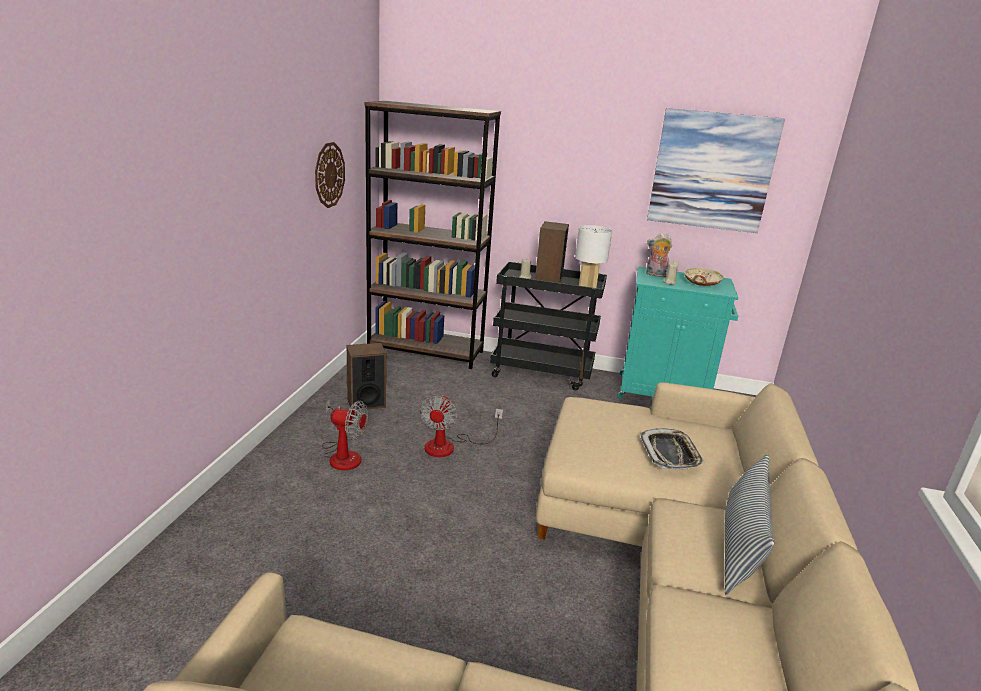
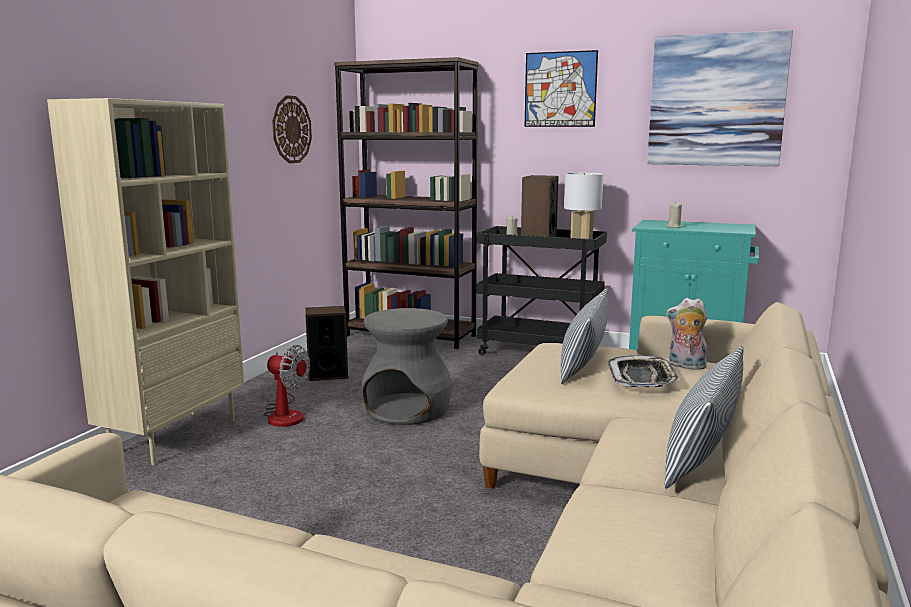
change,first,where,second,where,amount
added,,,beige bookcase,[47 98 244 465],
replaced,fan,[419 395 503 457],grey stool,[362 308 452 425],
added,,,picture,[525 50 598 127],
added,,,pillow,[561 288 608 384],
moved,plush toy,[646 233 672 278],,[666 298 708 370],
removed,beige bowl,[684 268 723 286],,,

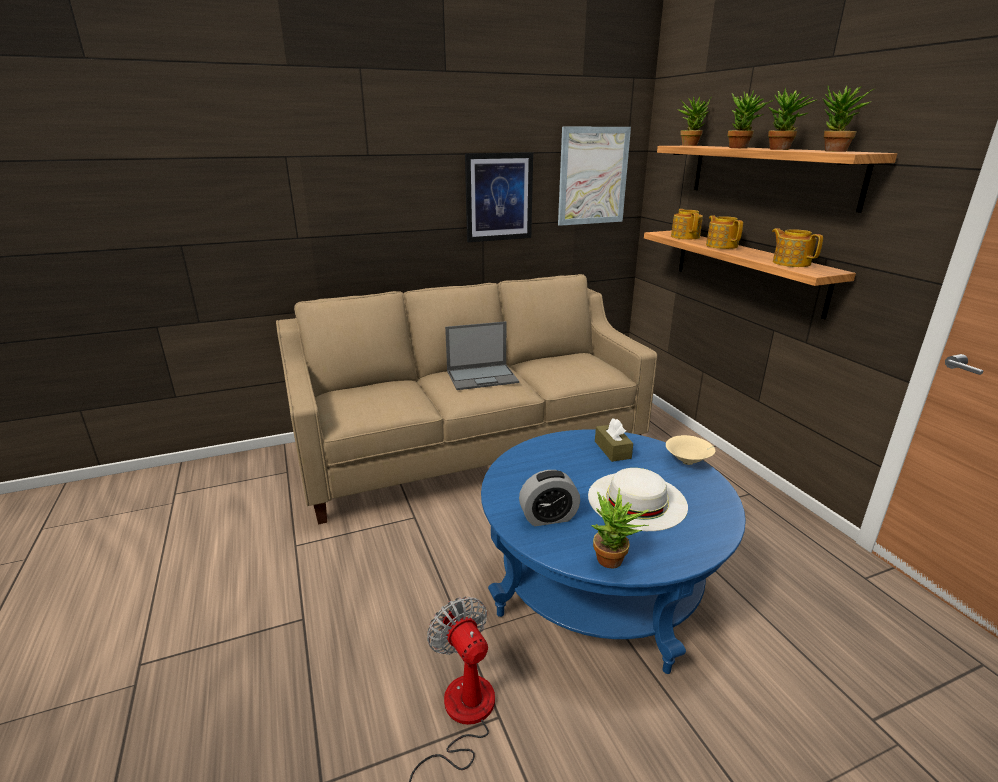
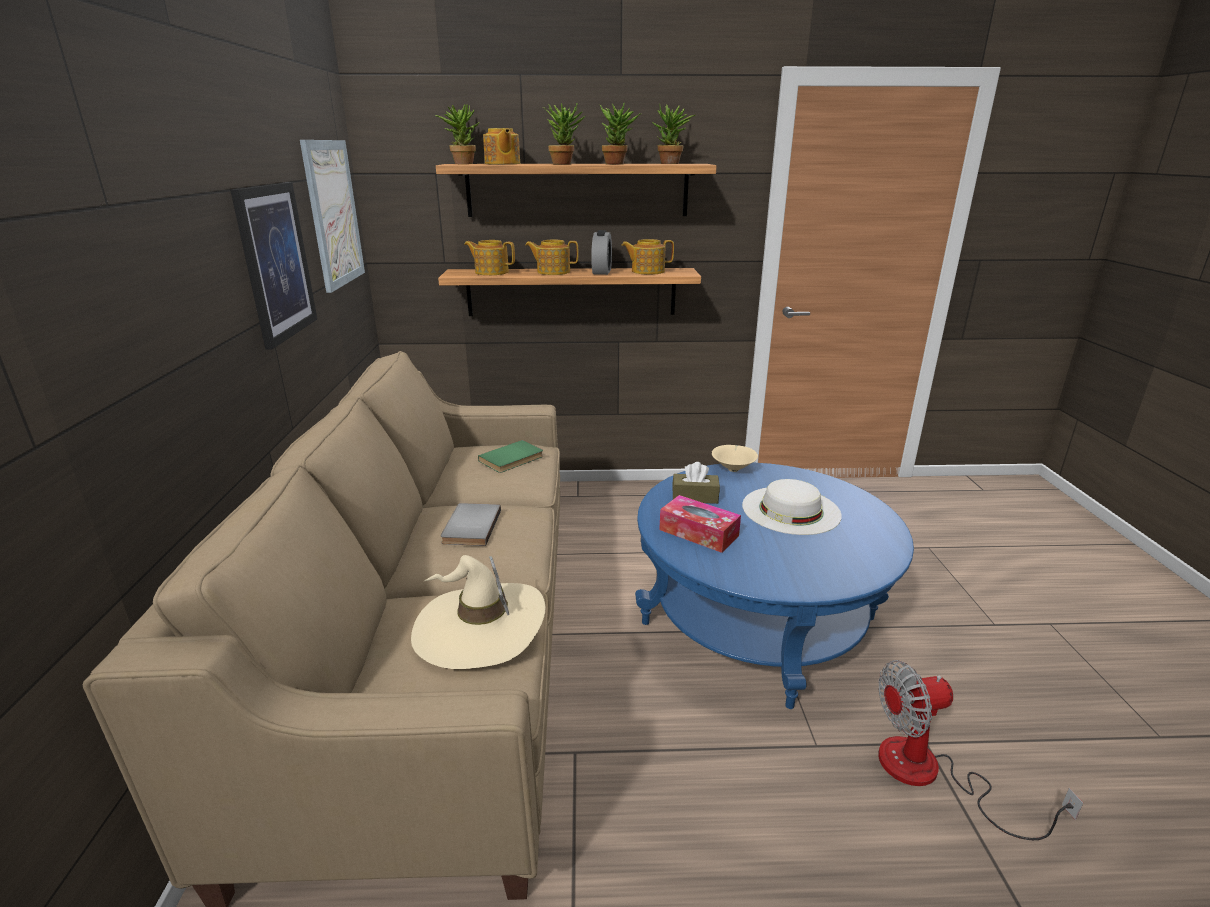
change,first,where,second,where,amount
added,,,beige hat,[411 555 546 669],
replaced,laptop,[445 321 519 390],grey book,[441 503 501 546],
added,,,green book,[478 440 543 473],
added,,,teapot,[483 128 520 164],
moved,alarm clock,[519 470 580 526],,[591 230 612 275],
added,,,tissue box,[659 495 741 553],
removed,potted plant,[591 488 650 569],,,

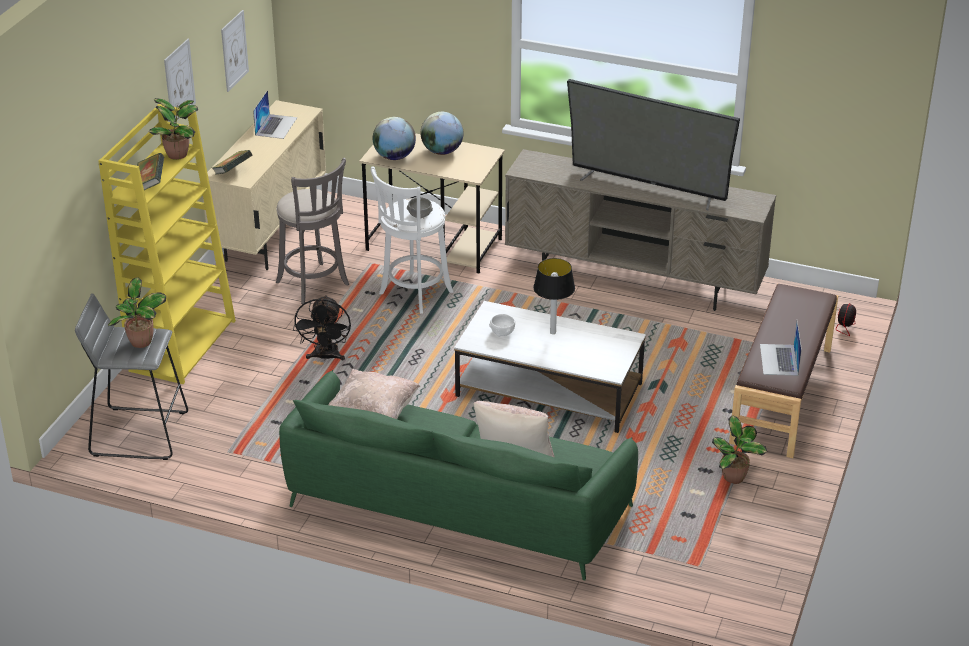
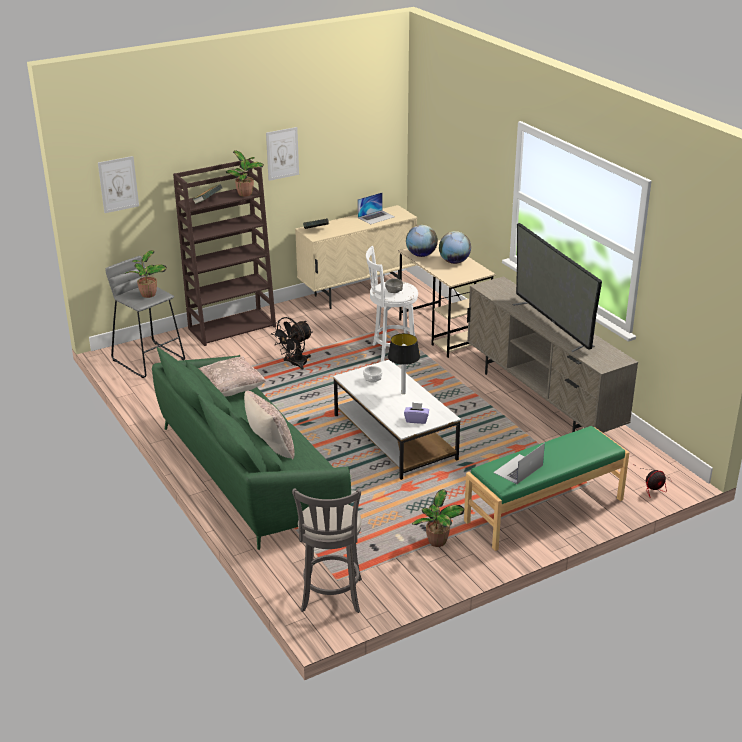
change,first,where,second,where,amount
moved,picture,[221 10 249 92],,[98 156 139 213],
recoloured,yellow bookcase,[98 104 236 384],brown bookcase,[173 159 276 346],
moved,grey stool,[276 158 349 304],,[292 488 362 613],
added,,,purple tissue box,[404 402 429 424],
recoloured,brown bench,[729 284 838 458],green bench,[464 426 630 551],

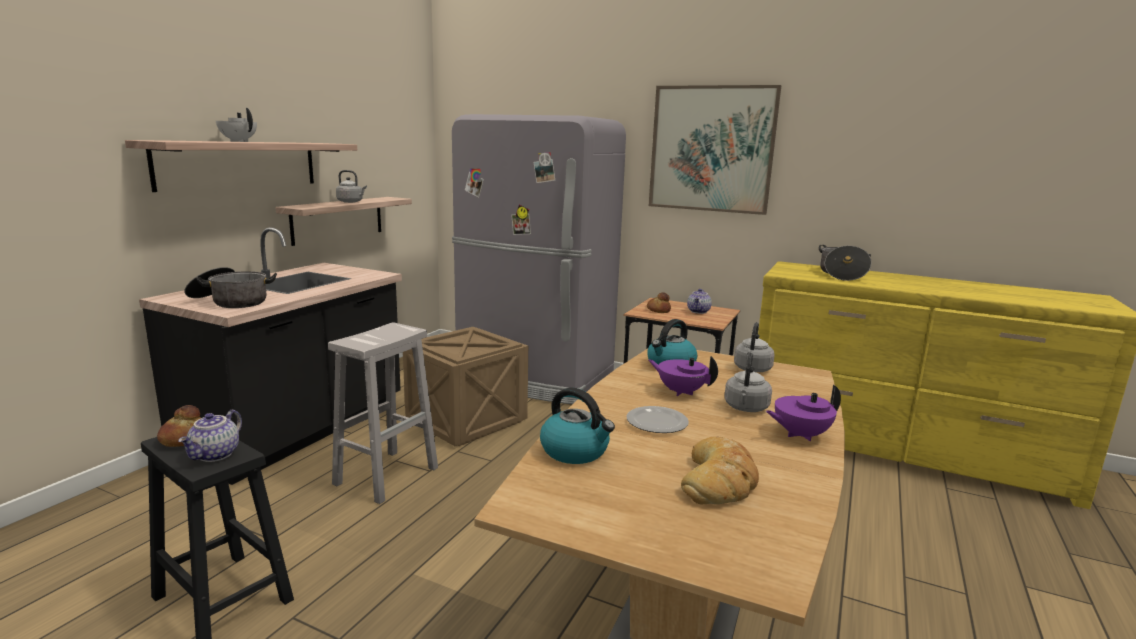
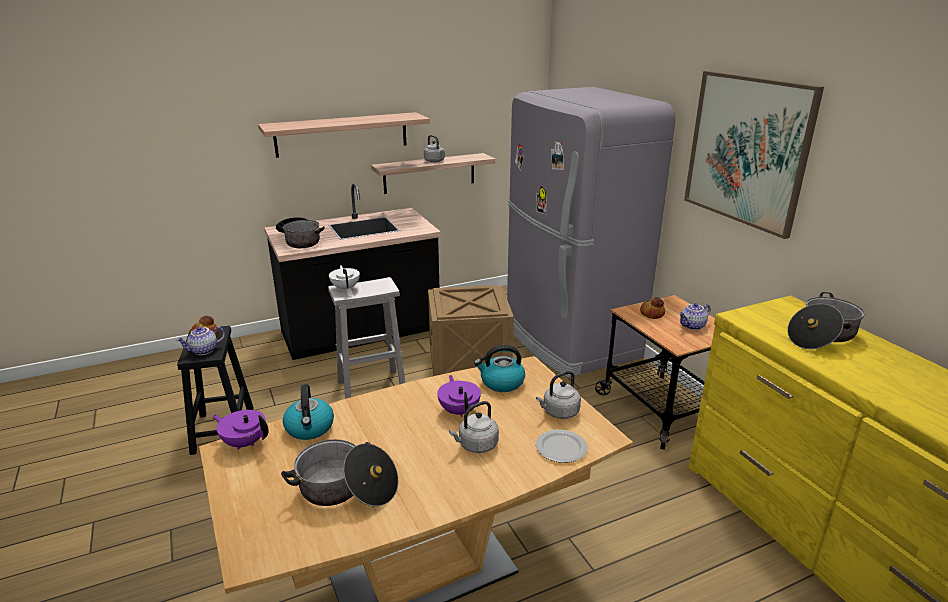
change,first,where,second,where,amount
moved,purple teapot,[766 385 841 441],,[212 410 269 450],
replaced,bread,[681 436 759 504],cooking pot,[281 439 398 507],
moved,white teapot,[216 108 257 142],,[329 265 360 291],
moved,plate,[626 406 689 433],,[536 429 588 463],

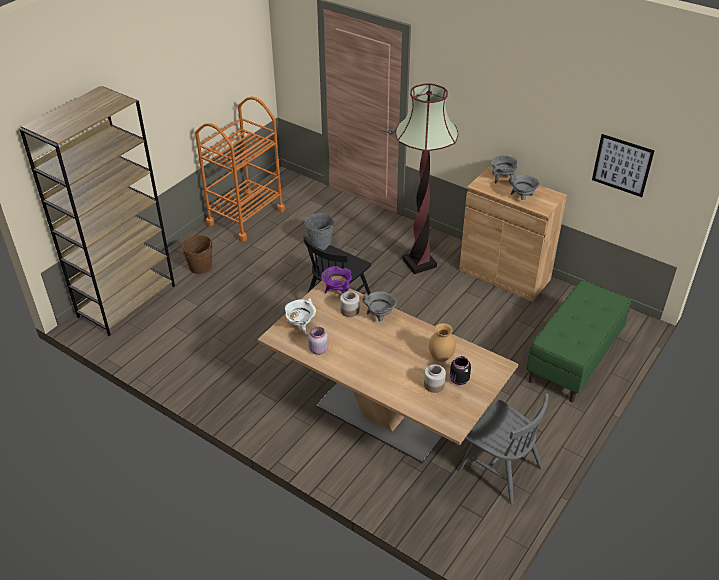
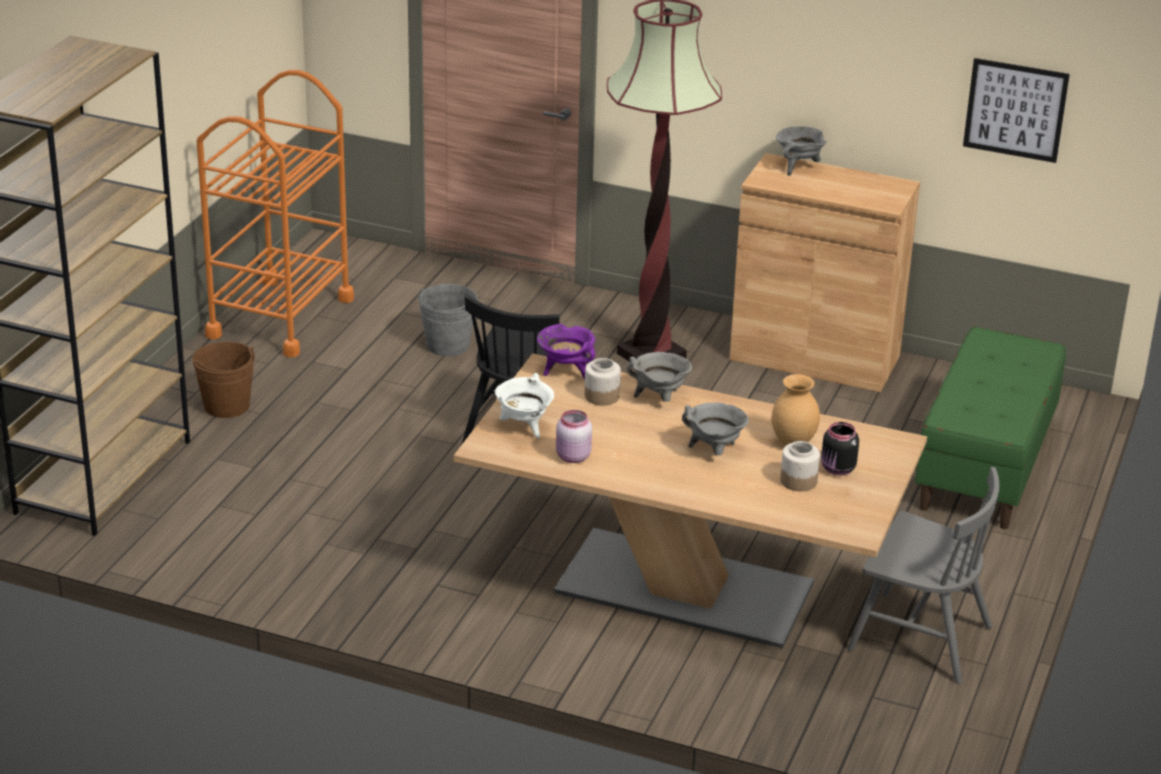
change,first,where,second,where,amount
moved,grey cooking pot,[509 175 540 200],,[682 403 749 455],

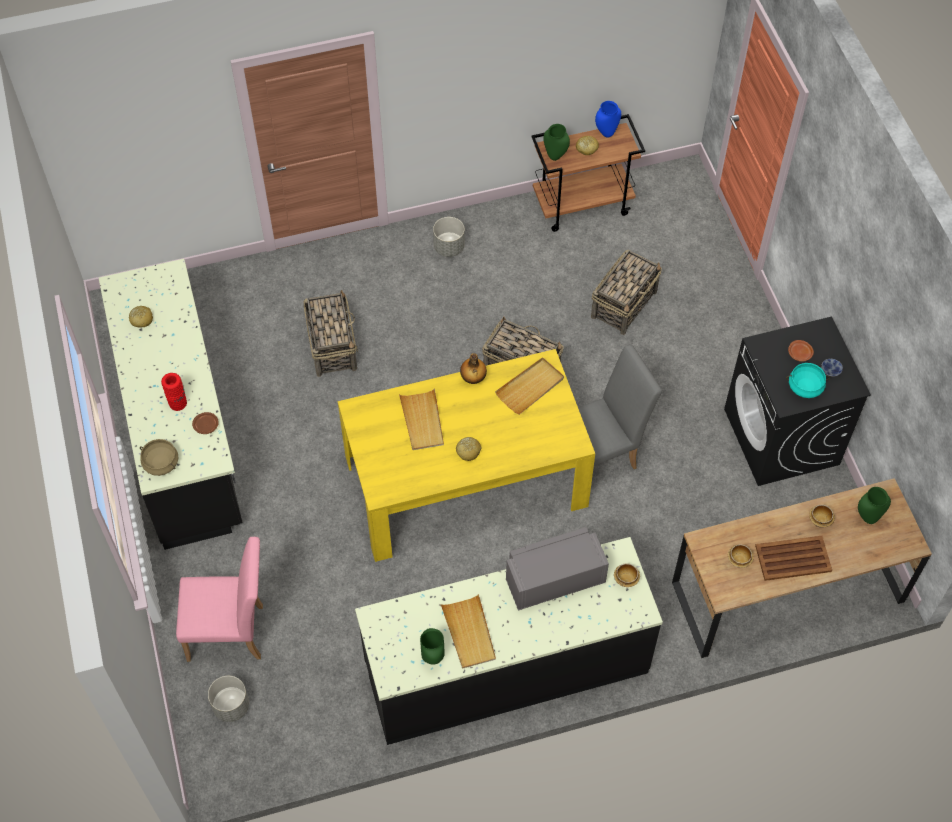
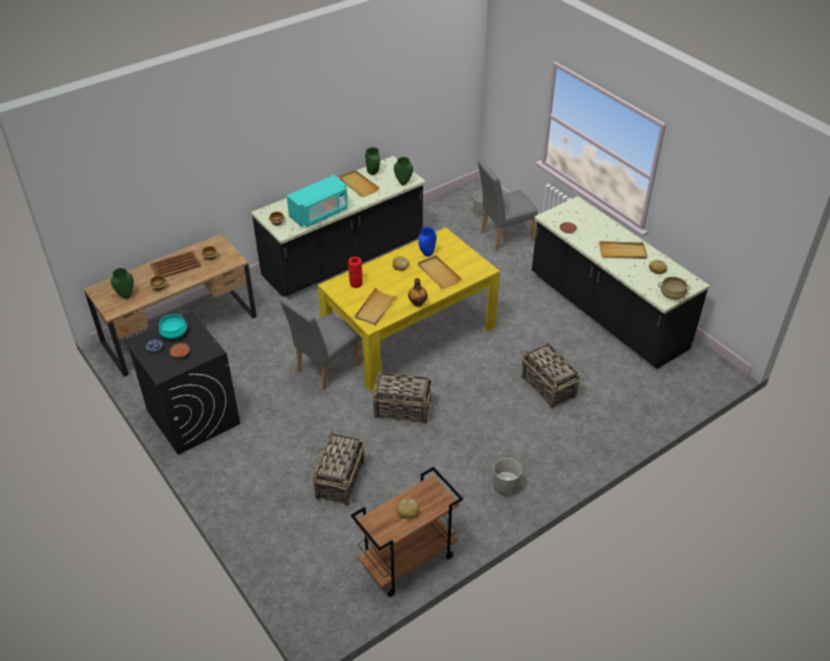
change,first,where,second,where,amount
recoloured,grey microwave,[506 527 609 610],turquoise microwave,[287 175 348 227],
moved,red vase,[161 373 187 411],,[348 257 363 288],
moved,green vase,[543 124 570 161],,[394 157 413 186],
moved,blue vase,[595 101 621 138],,[418 227 437 257],
recoloured,pink chair,[176 537 263 662],grey chair,[477 159 538 251],
added,,,beige tray,[599 241 647 259],
moved,beige cooking pot,[140 439 179 476],,[658 277 690 299],

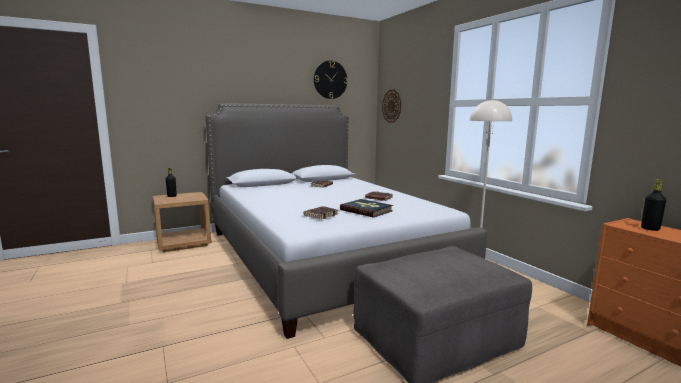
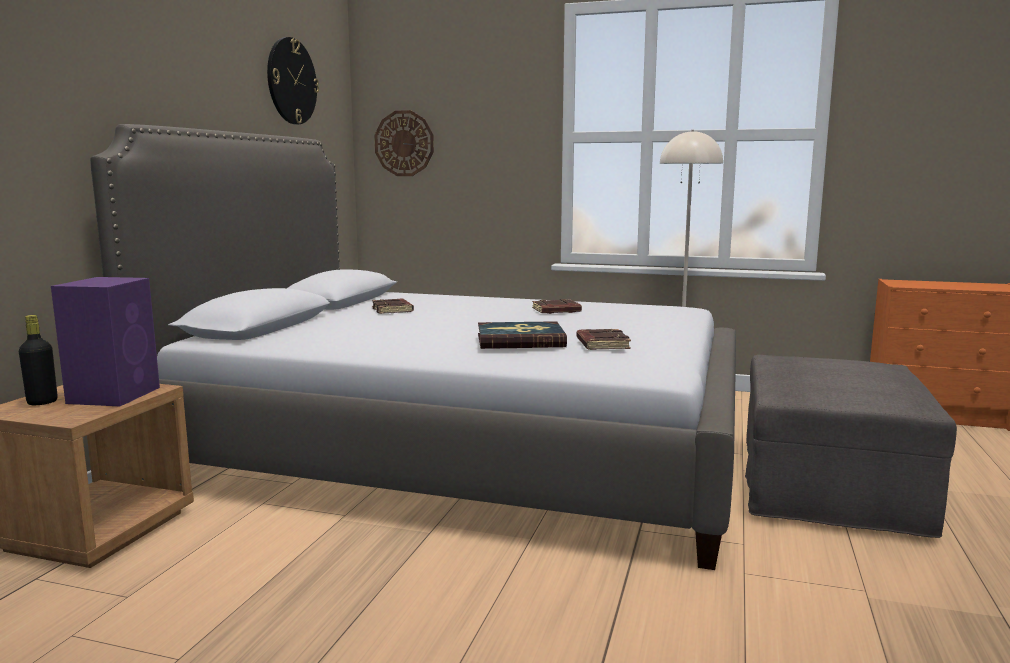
change,first,where,second,where,amount
added,,,purple speaker,[51 277 160 406],
moved,book,[340 199 393 218],,[478 321 567 349],
removed,black bottle,[641 179 666 231],,,

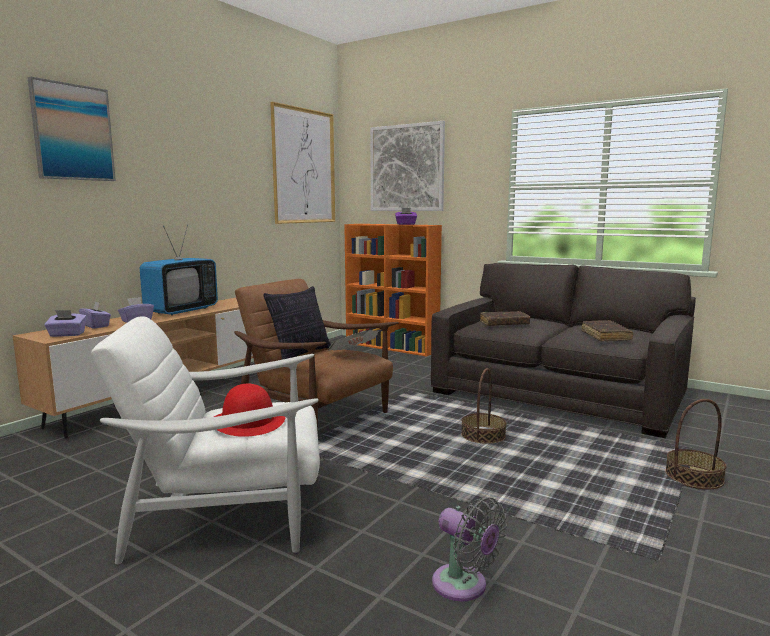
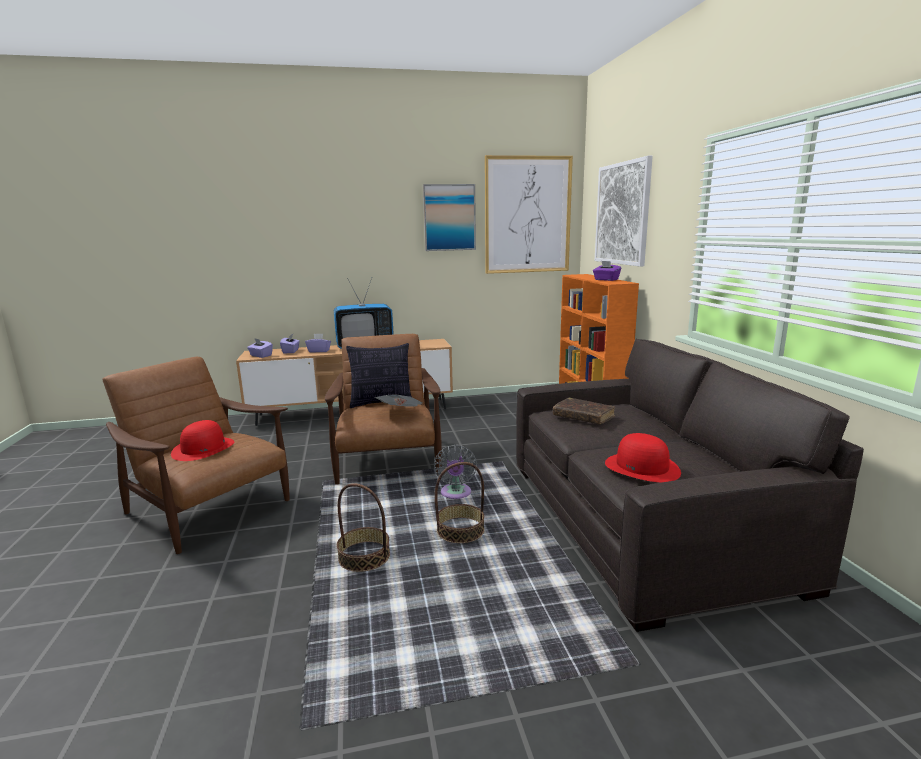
change,first,where,second,where,amount
recoloured,white armchair,[91 316 320 564],brown armchair,[102 357 290 554],
moved,basket,[665 399 727 490],,[337 483 390 572],
moved,picture,[27 76 116 181],,[423 184 476 251],
moved,grey fan,[432 497 507 601],,[434 445 477 499],
replaced,brown book,[582 320 633 341],red hat,[605 433 681 482],

